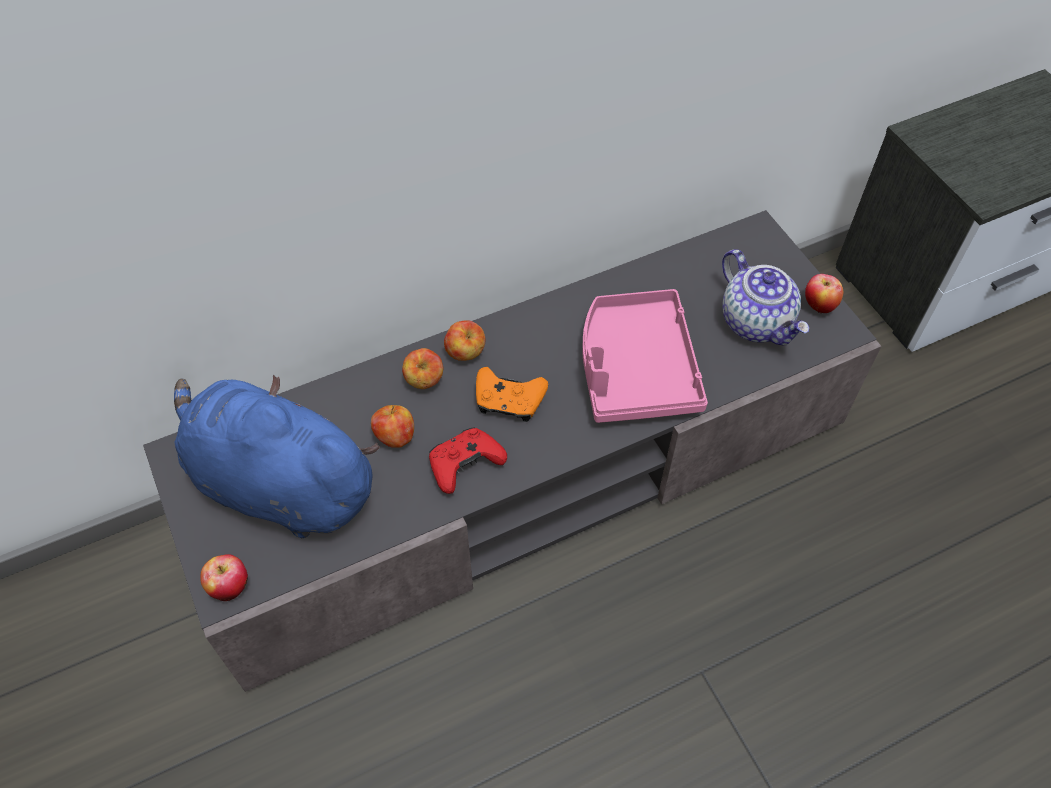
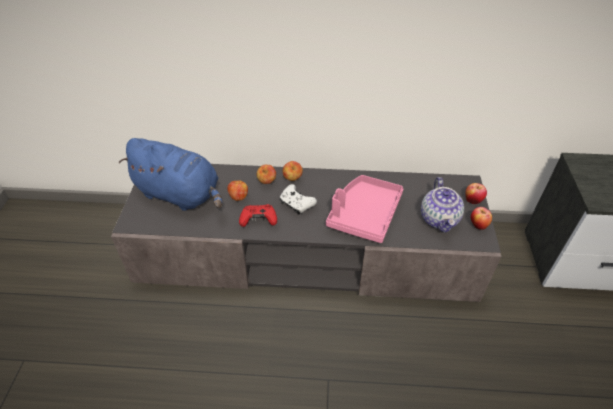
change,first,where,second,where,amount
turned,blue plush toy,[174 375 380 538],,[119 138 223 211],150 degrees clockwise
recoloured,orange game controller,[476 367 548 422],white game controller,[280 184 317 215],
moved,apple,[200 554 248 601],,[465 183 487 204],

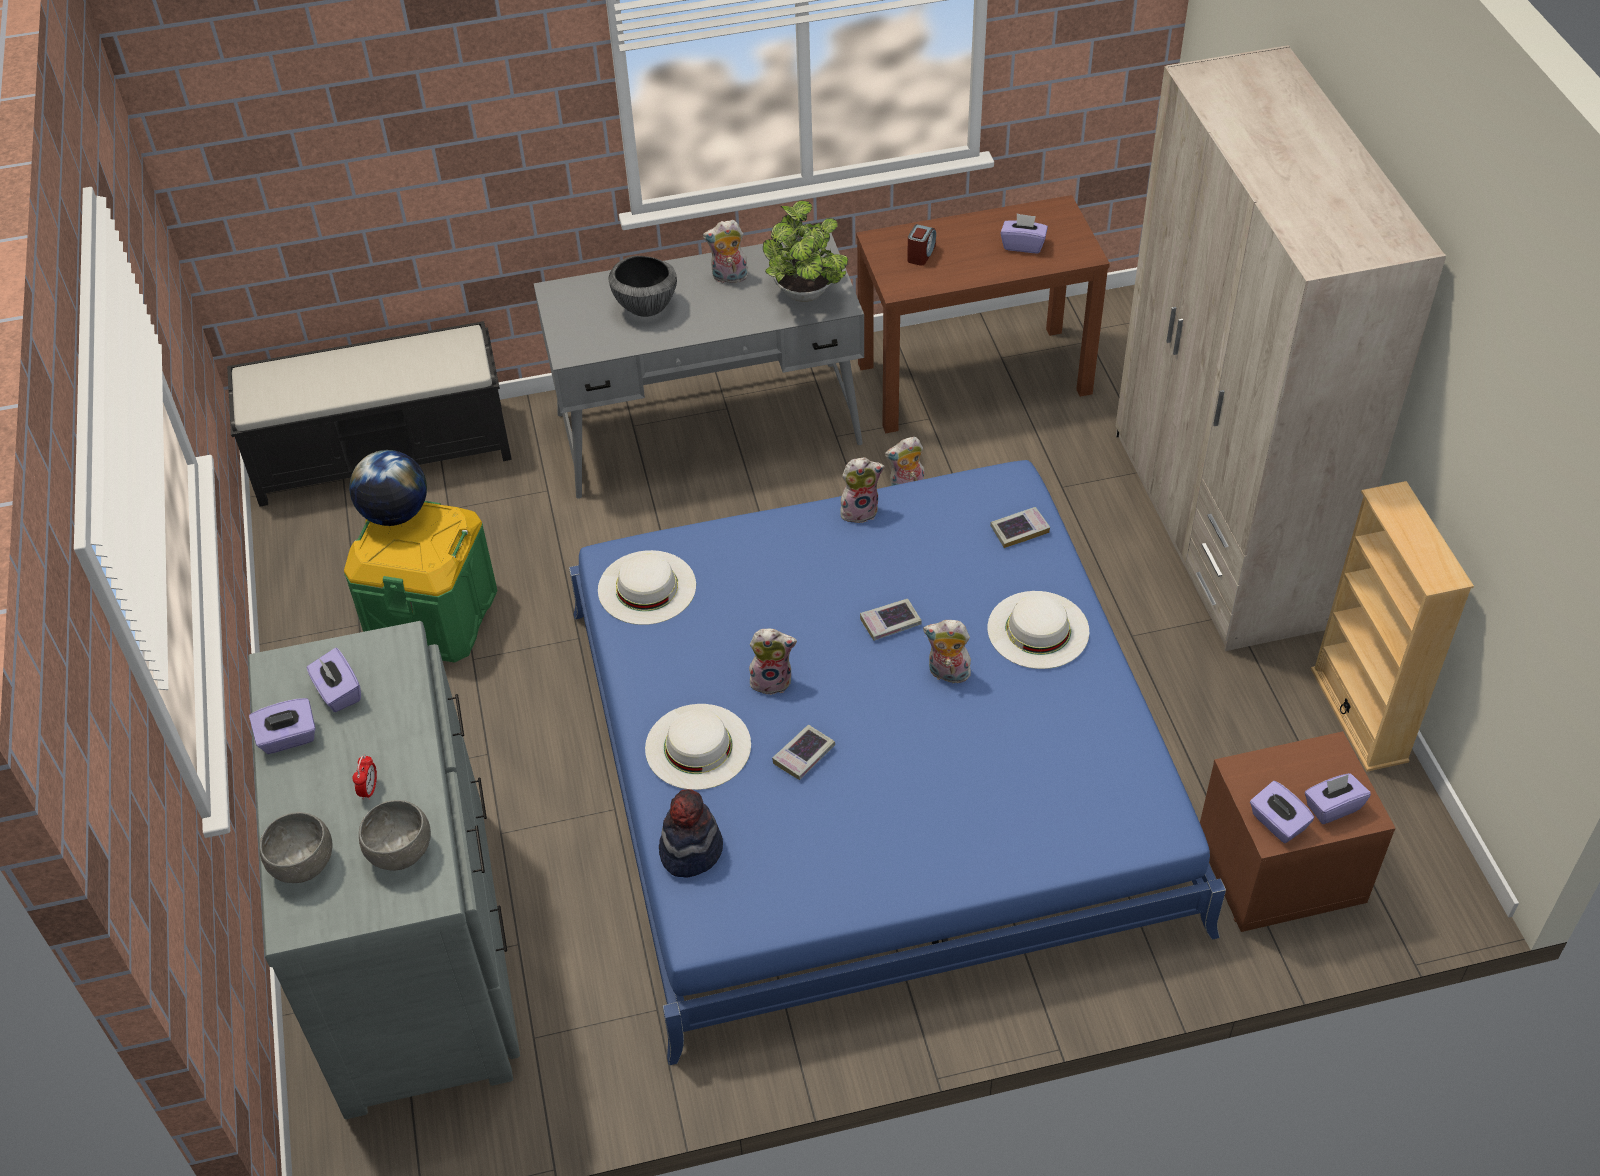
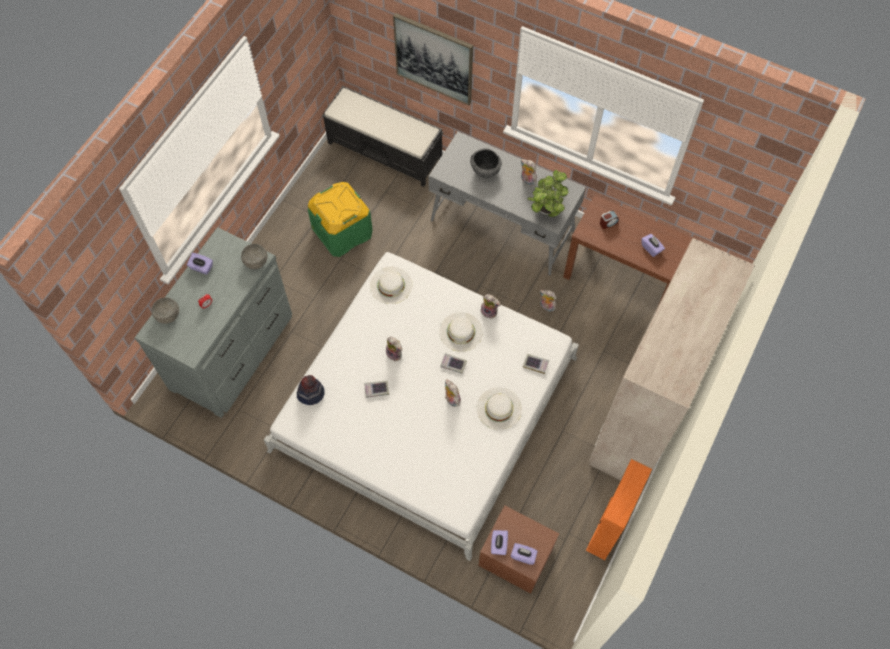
change,first,where,second,where,amount
moved,grey bowl,[359 800 431 871],,[241 244 268 269],
recoloured,blue bed,[569 460 1226 1066],white bed,[264 252 579 561],
added,,,picture,[393 13 473 105],
moved,white hat,[645 704 751 790],,[439 312 483 352],
recoloured,beige bookcase,[1311 481 1474 772],orange bookcase,[586 459 652 560],
removed,purple tissue box,[307 648 361 712],,,
removed,globe,[349 450 427 526],,,

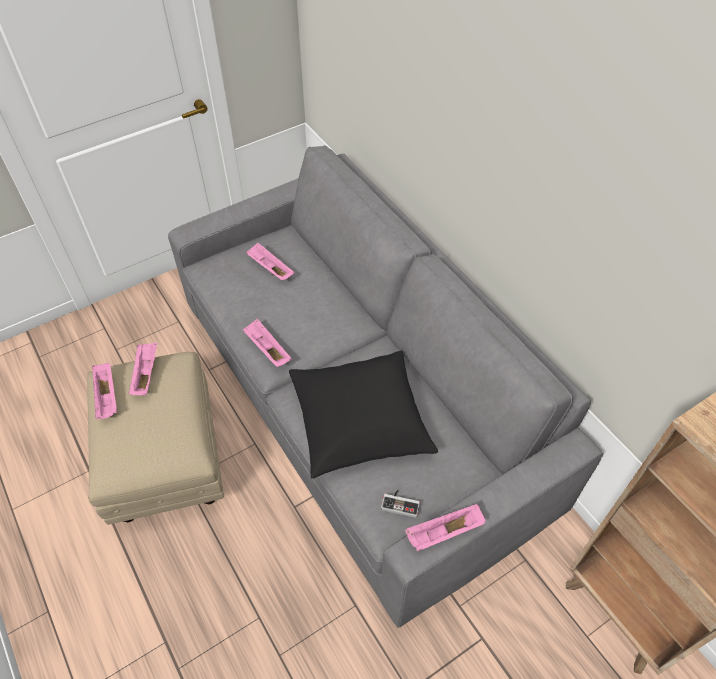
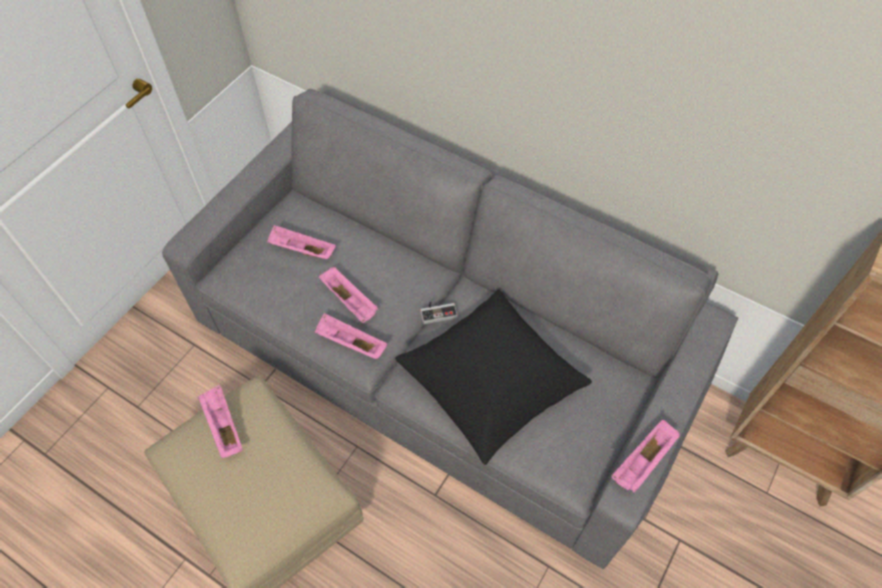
change,first,where,second,where,amount
moved,pink tray,[92 363 117 420],,[319 267 378 323],
moved,game controller,[381 490 420 518],,[420 302 458 324],

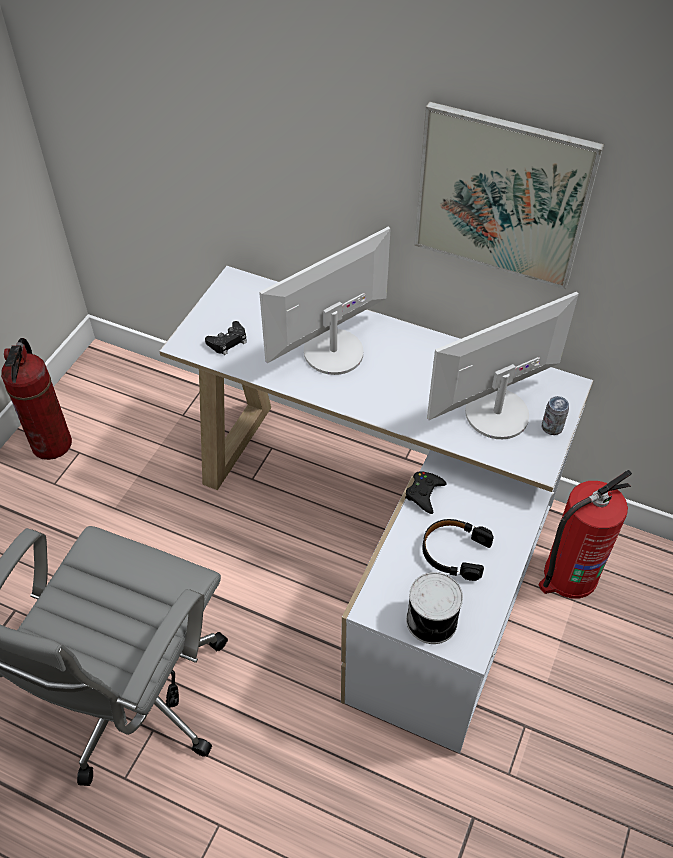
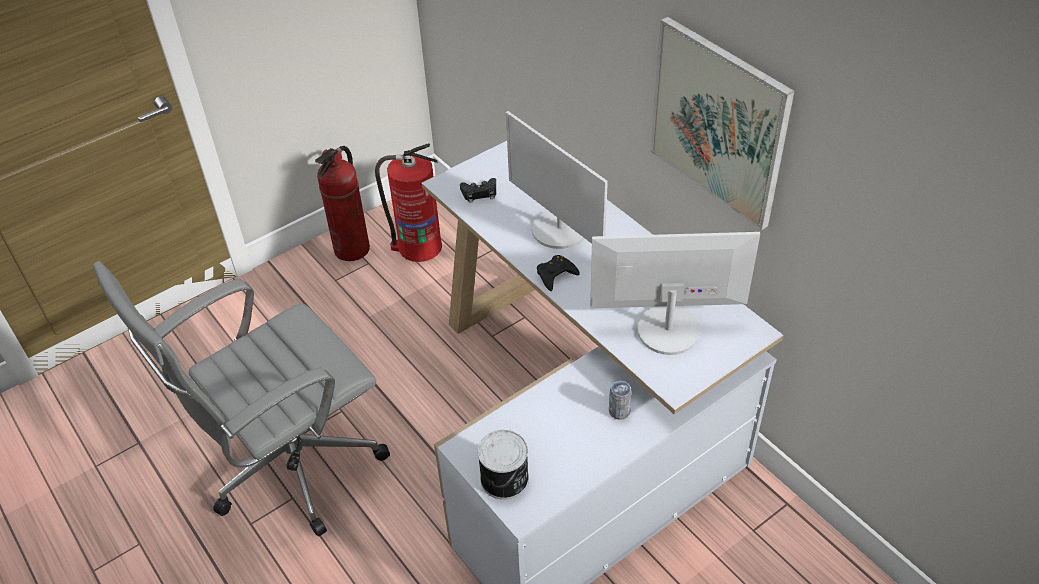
change,first,where,second,where,amount
moved,fire extinguisher,[539 470 632 598],,[375 143 442 262],
turned,monitor,[259 227 391 375],,[506 111 608 249],120 degrees counterclockwise
moved,black game controller,[405 471 446 514],,[537 255 580 291],
moved,can,[542 396 569 435],,[609 381 632 420],
removed,black headphones,[422 519 494 581],,,

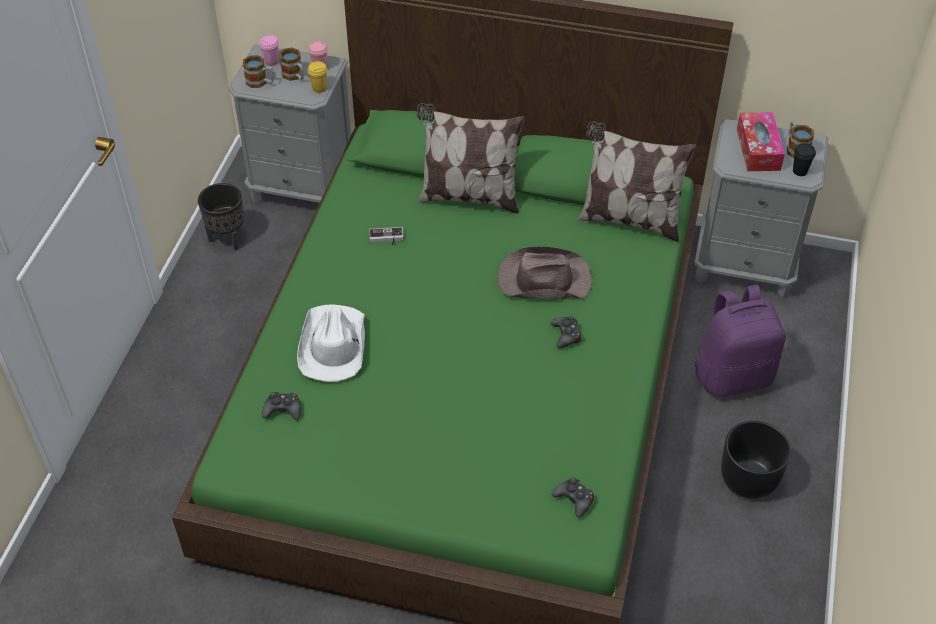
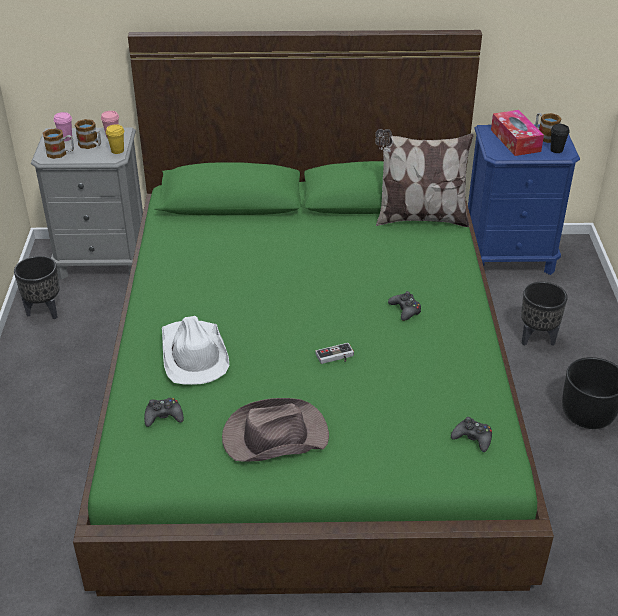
change,first,where,second,where,amount
moved,brown hat,[497 246 592 299],,[222 398 329 462],
moved,game controller,[369 227 404 245],,[315 343 354 364],
recoloured,grey nightstand,[694 119 828 298],blue nightstand,[468 124 580 275],
replaced,purple backpack,[695 285 786 397],black planter,[521 282 568 346],
removed,pillow,[417 103 524 214],,,

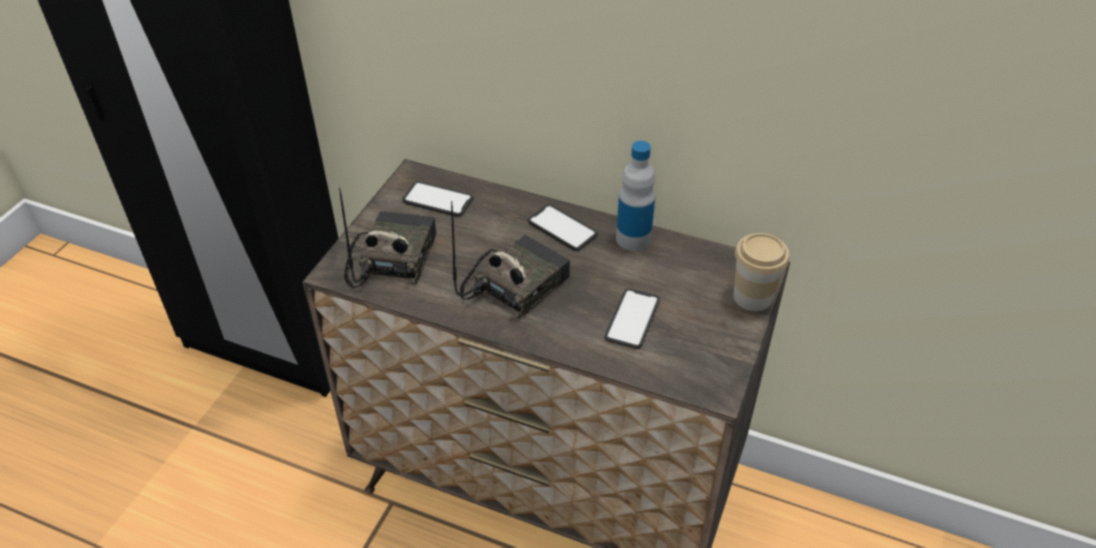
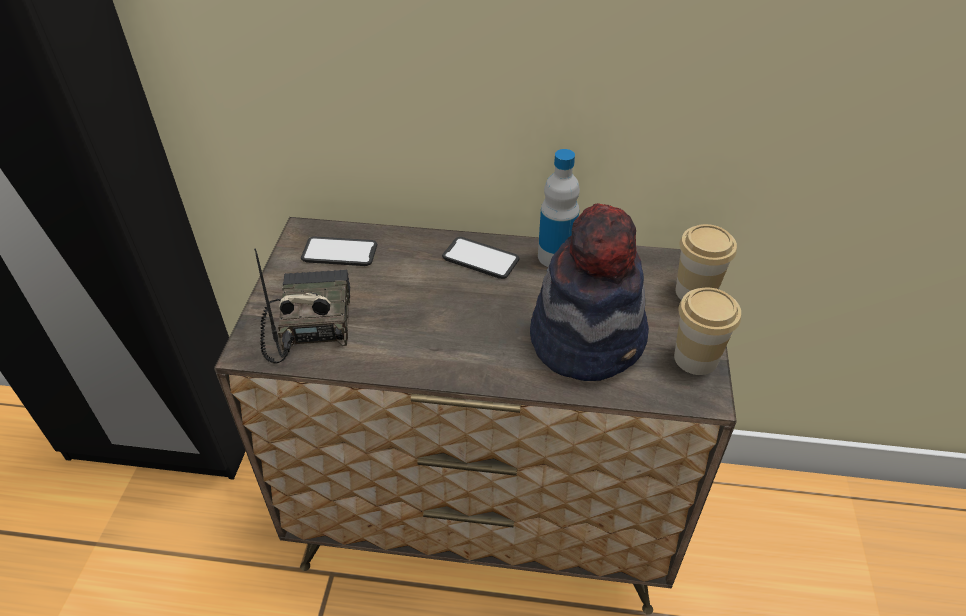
change,first,where,second,where,amount
replaced,phone,[605 288 660 349],hat,[530 203 649 381],
added,,,cup,[674 288 741 375],
removed,radio,[451 201 570 319],,,

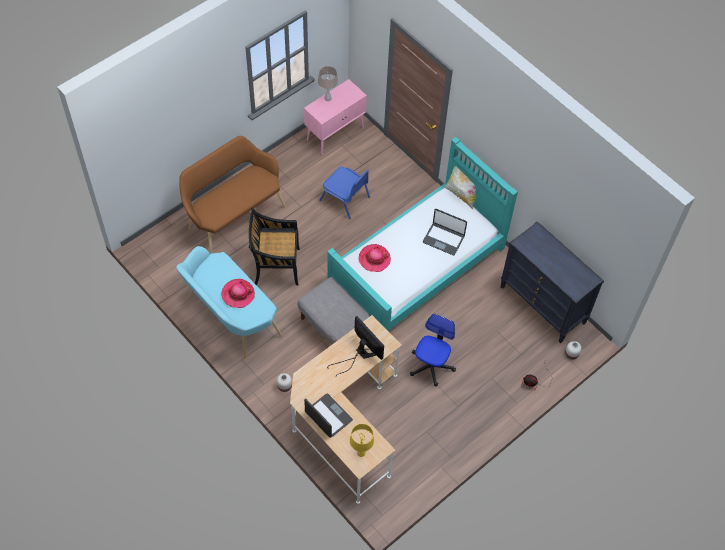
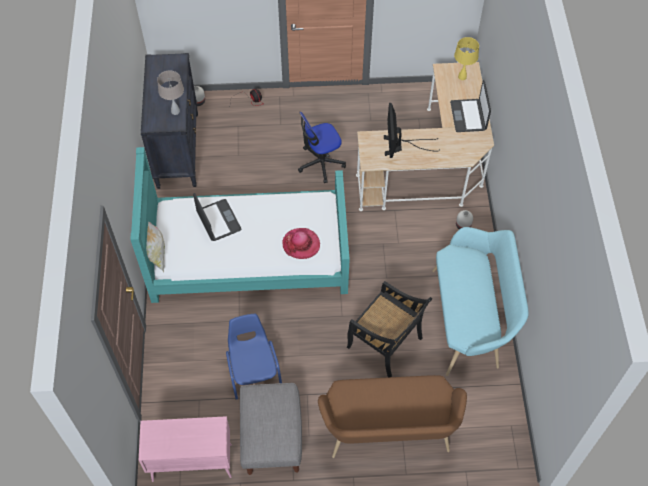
change,first,where,second,where,amount
moved,beige table lamp,[318 66 338 101],,[157 70 184 115],
moved,grey ottoman,[298 277 370 344],,[240 383 302 475],
removed,hat,[221 279 255 308],,,

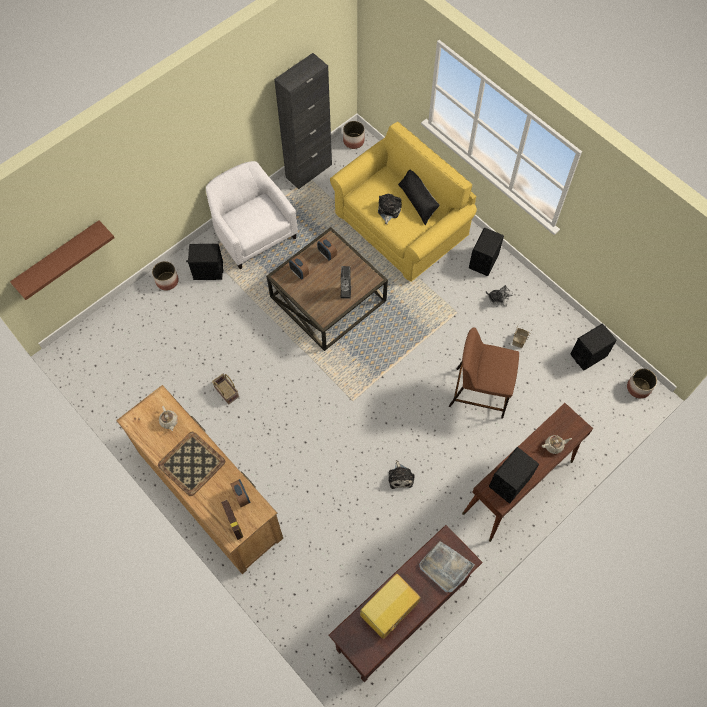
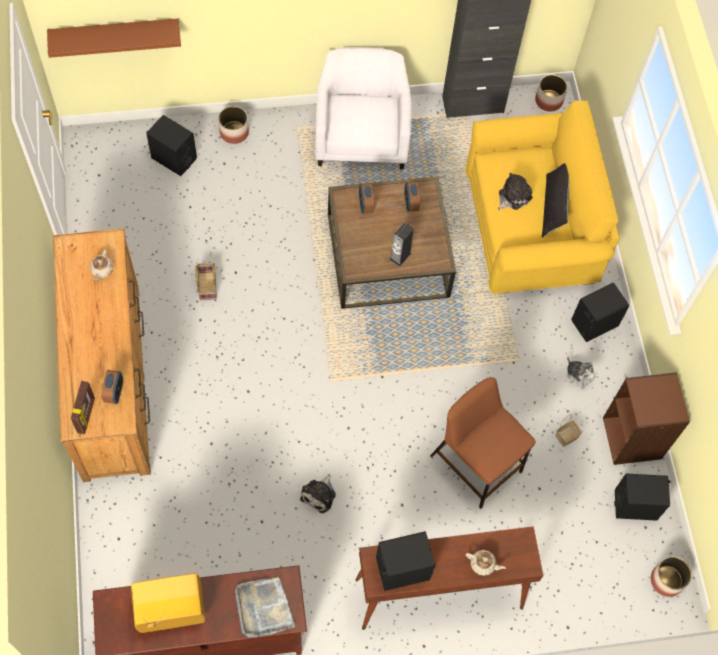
change,first,where,second,where,amount
moved,black speaker,[186 244 223 280],,[147 115 197 176],
added,,,brown bookcase,[603 372 690 465],
removed,tray,[158 432 225 496],,,

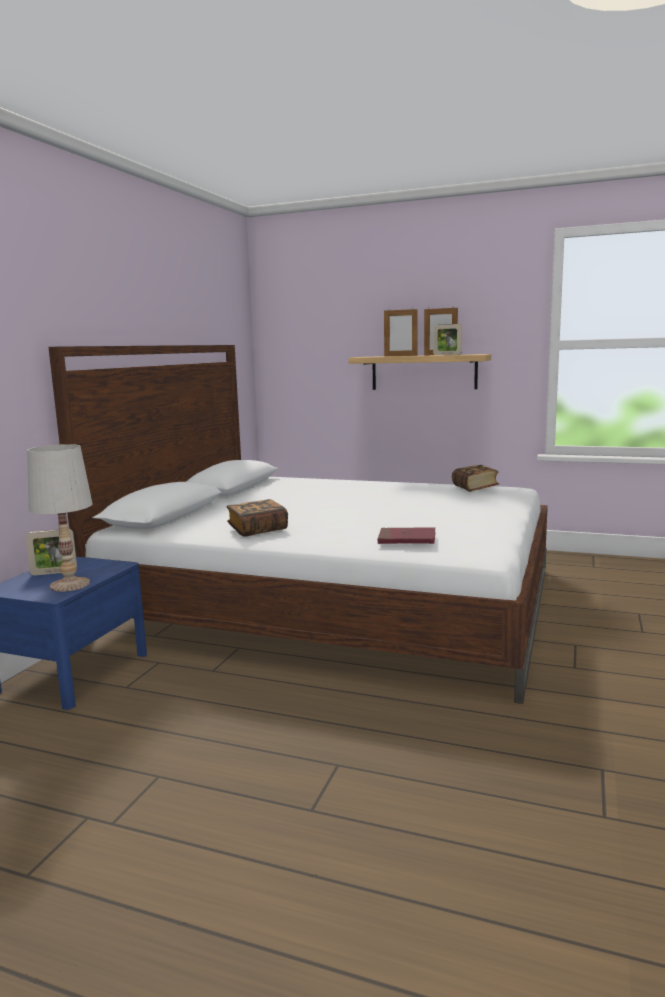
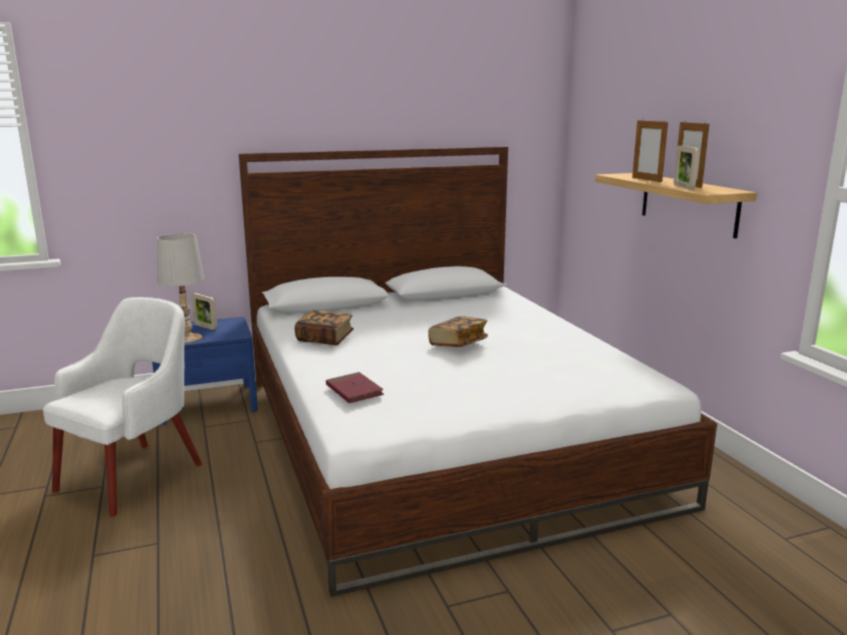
change,first,where,second,where,amount
added,,,white armchair,[43 297 202 517],
moved,book,[452 465 499 492],,[428 316 488 347],

